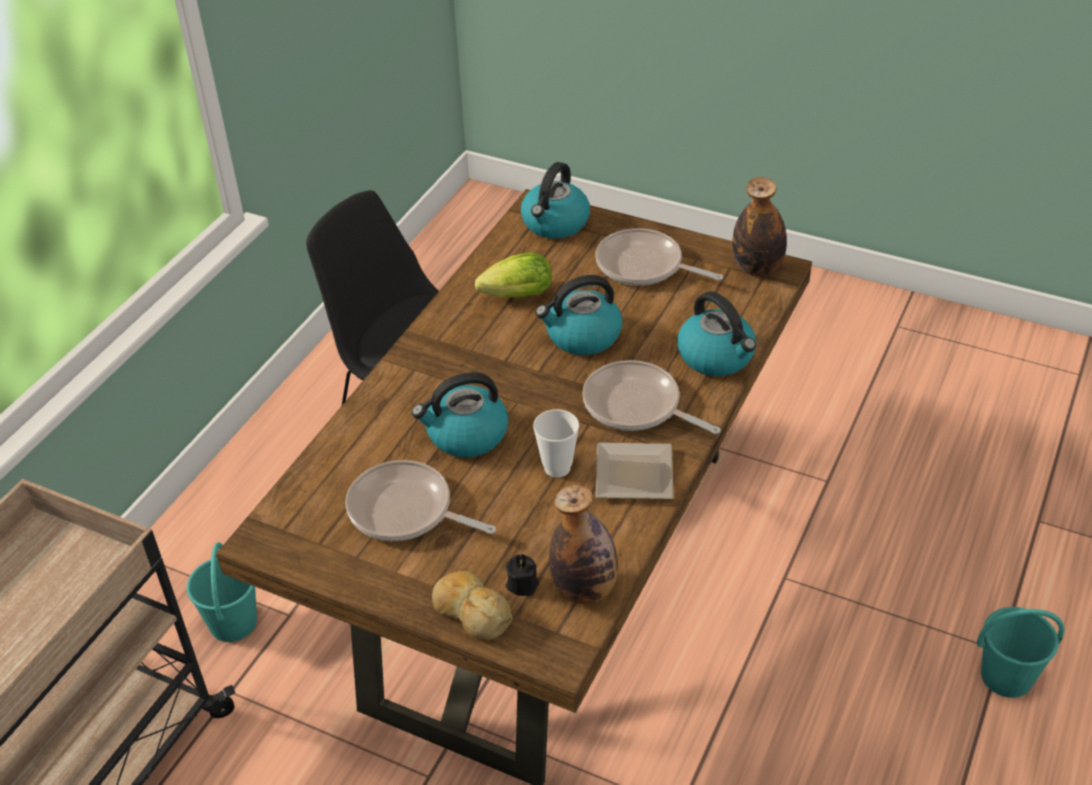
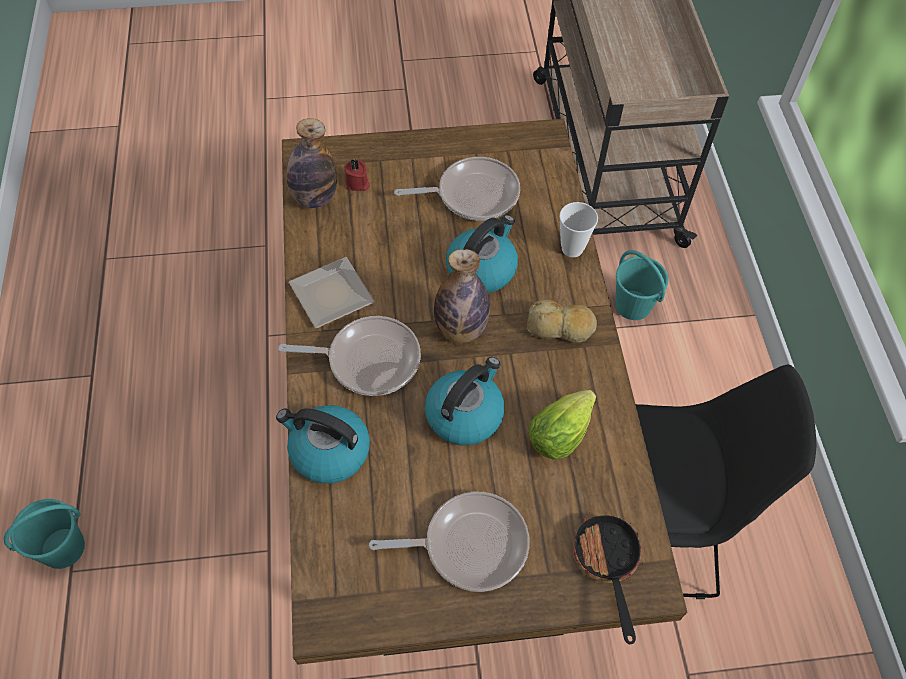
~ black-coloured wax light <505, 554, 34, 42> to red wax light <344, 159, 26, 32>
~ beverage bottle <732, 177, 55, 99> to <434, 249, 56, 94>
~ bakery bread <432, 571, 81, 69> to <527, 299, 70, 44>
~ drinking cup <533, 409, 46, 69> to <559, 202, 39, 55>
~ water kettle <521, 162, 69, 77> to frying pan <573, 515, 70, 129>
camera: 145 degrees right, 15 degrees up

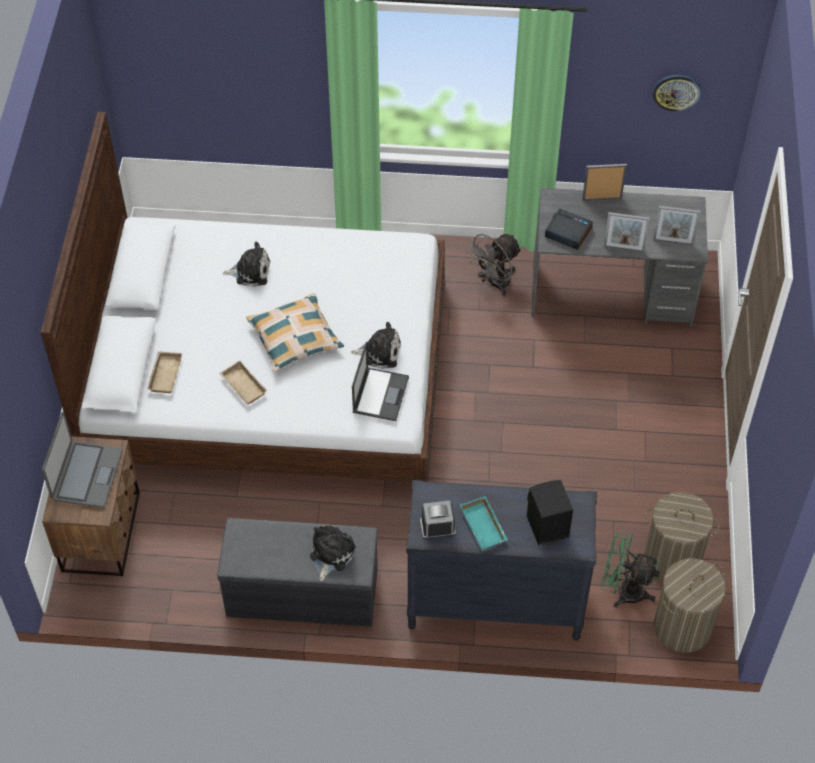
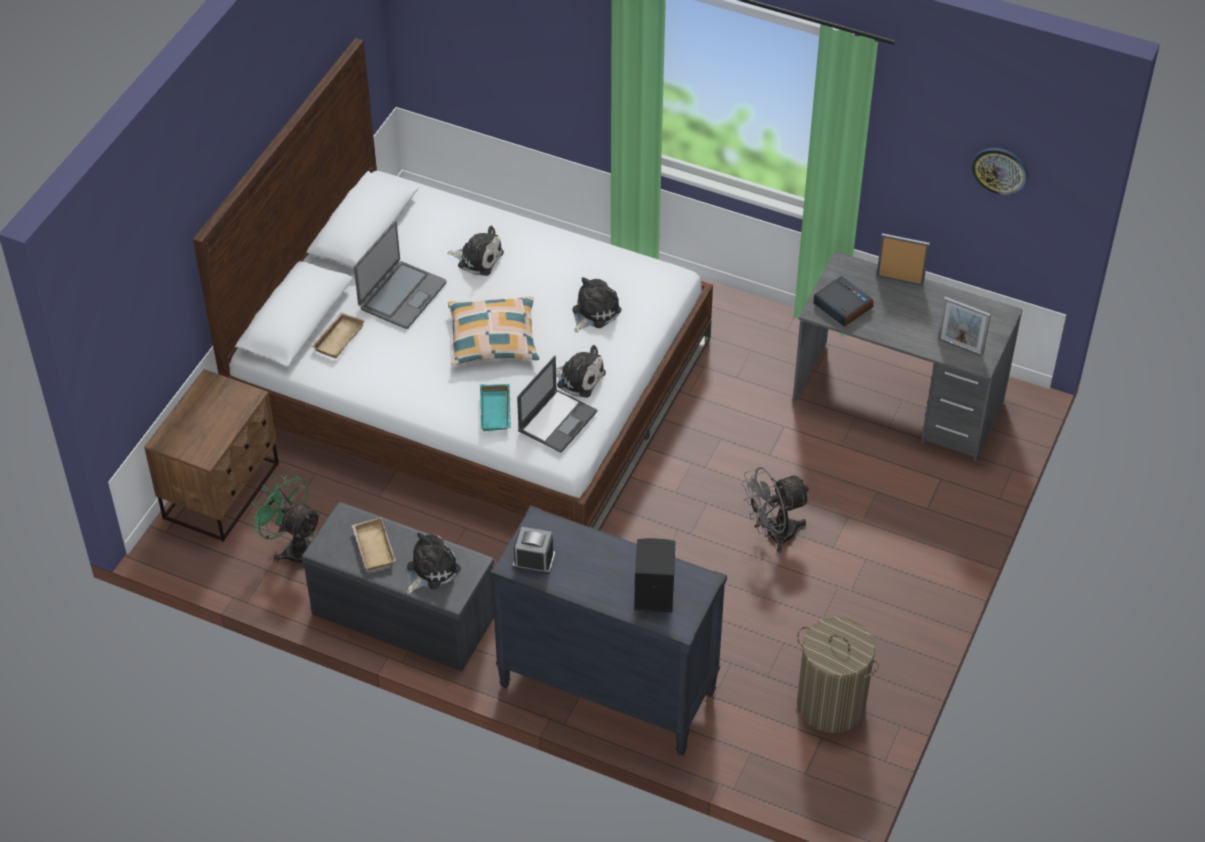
~ greenish electric fan <601, 531, 59, 77> to <248, 473, 73, 90>
~ sand-coloured serving tray <219, 361, 48, 43> to <352, 517, 44, 53>
~ notebook computer <42, 412, 80, 96> to <354, 221, 93, 108>
~ blue-green serving tray <460, 496, 48, 54> to <480, 384, 31, 48>
+ soft toy <572, 277, 50, 56>
~ greyish electric fan <465, 234, 57, 62> to <741, 467, 70, 86>
- photo frame <604, 212, 46, 40>
- hamper <653, 558, 73, 95>
camera: 20 degrees right, 5 degrees down

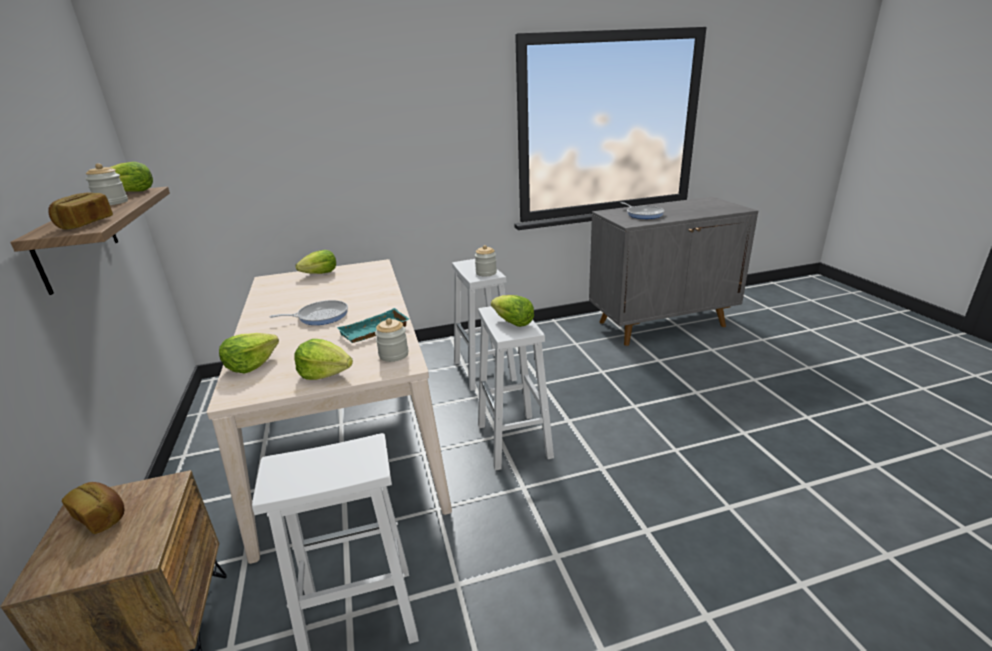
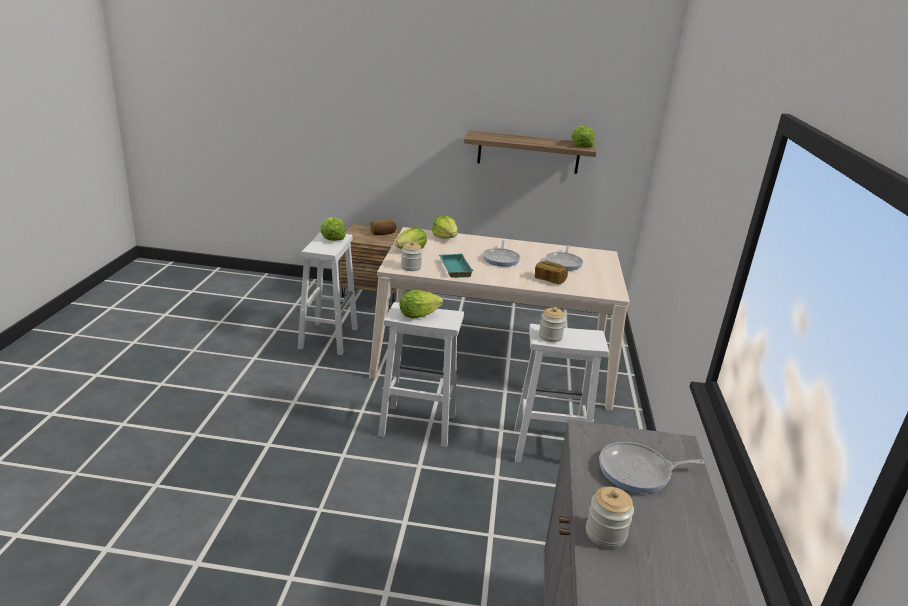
~ lettuce head <295, 250, 41, 24> to <320, 217, 26, 24>
~ bakery bread <48, 193, 65, 37> to <535, 261, 33, 23>
+ frying pan <545, 245, 38, 26>
~ jar <86, 163, 42, 42> to <586, 487, 48, 62>
camera: 110 degrees right, 0 degrees up

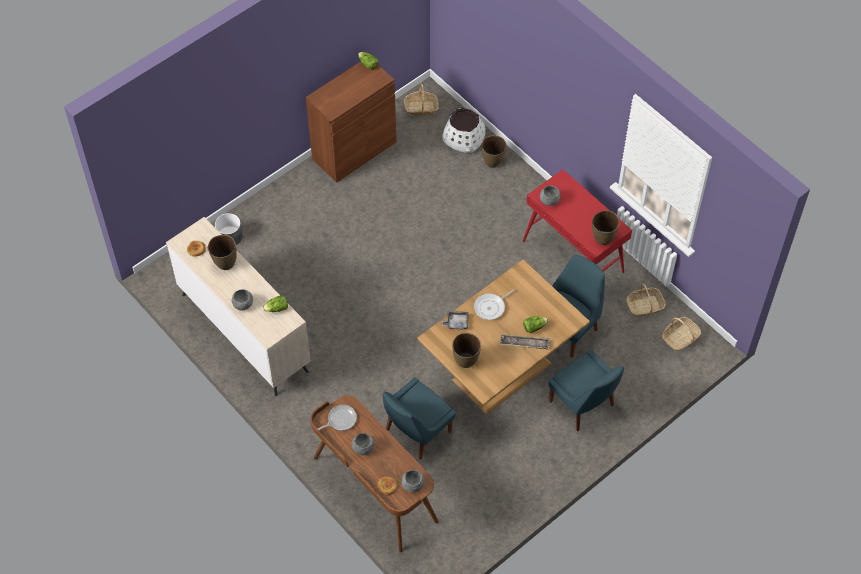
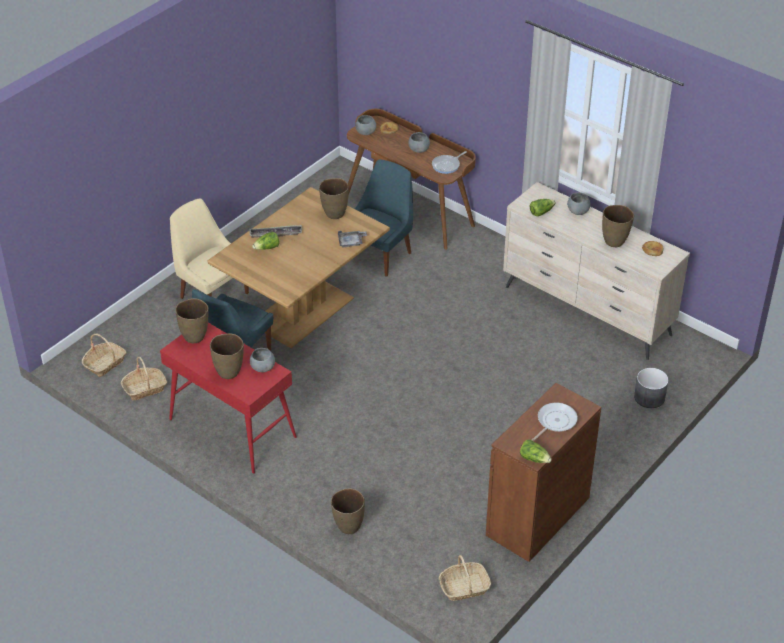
~ blue-coloured plain chair <548, 350, 76, 81> to sand-coloured plain chair <170, 198, 79, 101>
+ brown-coloured vase <210, 333, 34, 46>
~ frying pan <474, 289, 41, 31> to <532, 403, 46, 38>
- white flower pot <442, 108, 44, 45>
camera: 170 degrees right, 15 degrees down

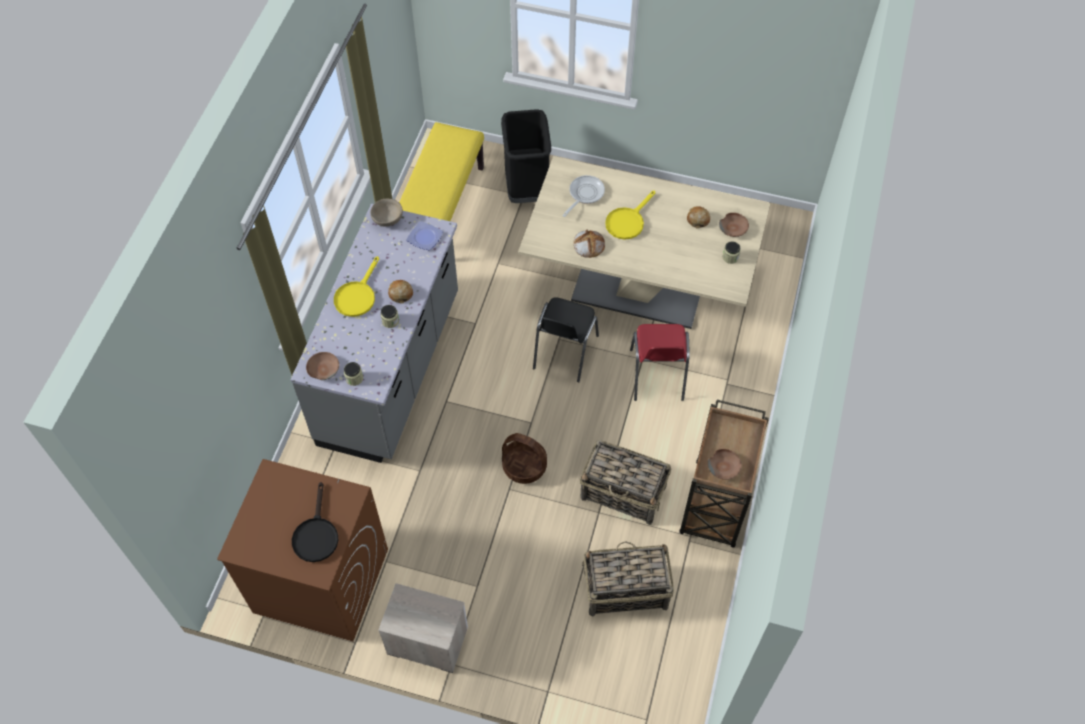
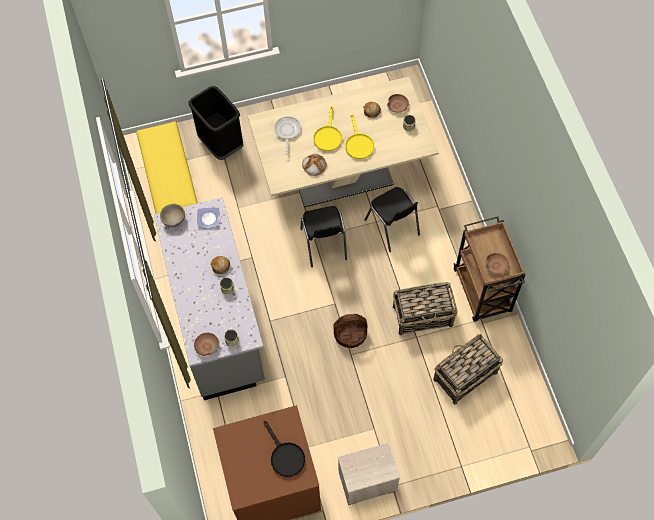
~ yellow-coloured frying pan <334, 256, 45, 61> to <345, 114, 29, 45>
~ red plain chair <630, 324, 60, 77> to black-coloured plain chair <365, 187, 55, 65>
camera: 30 degrees left, 5 degrees up

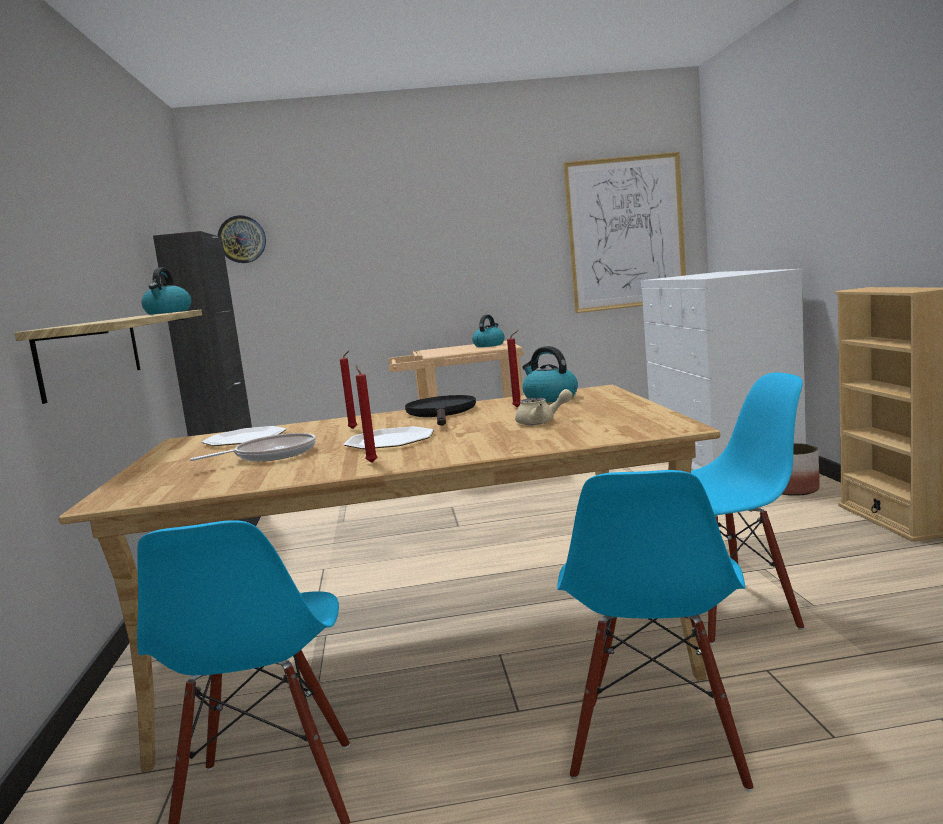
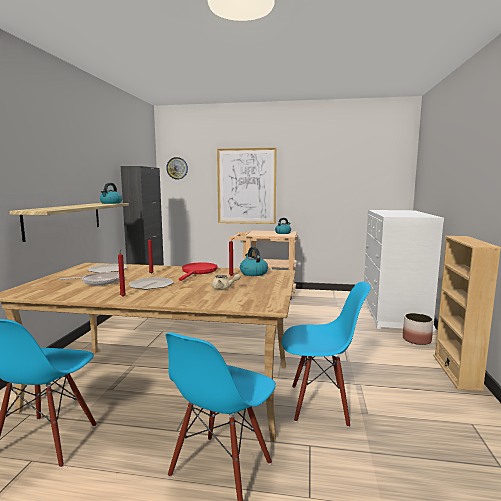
~ black-coloured frying pan <405, 395, 71, 31> to red frying pan <179, 263, 38, 18>
~ picture <563, 152, 123, 161> to <217, 148, 60, 76>
camera: 15 degrees right, 0 degrees up

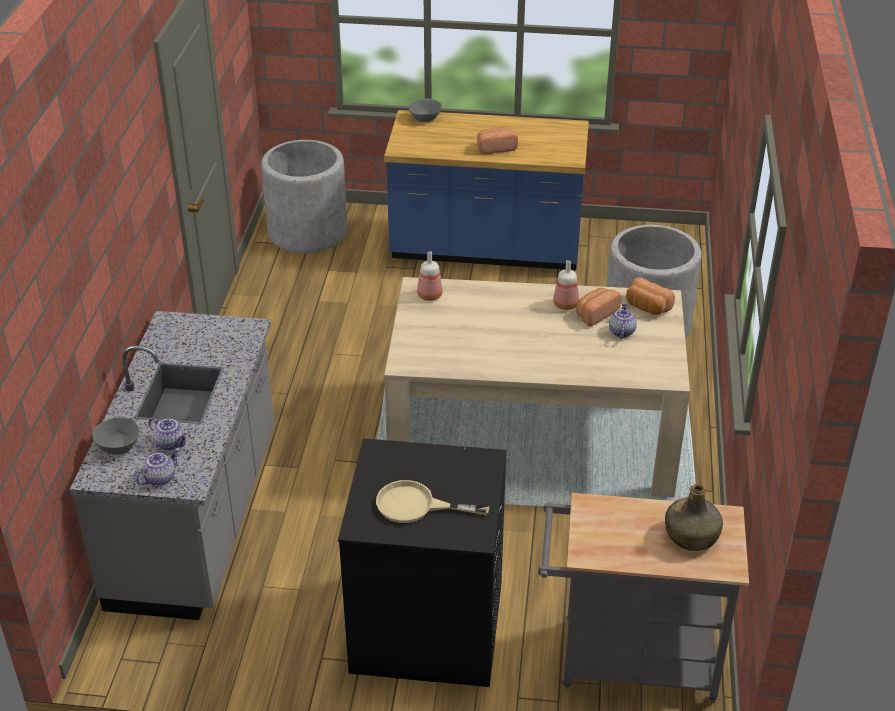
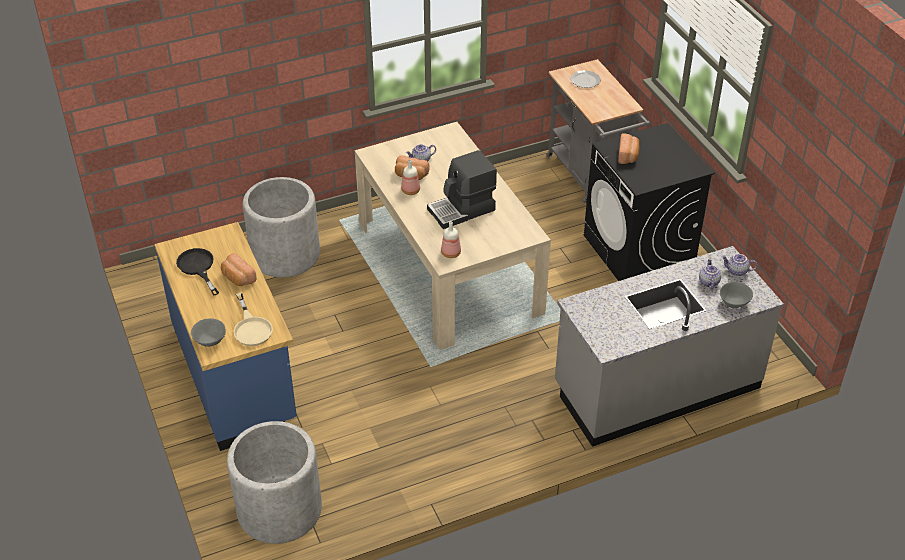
+ black-coloured frying pan <176, 248, 43, 48>
~ sand-coloured frying pan <376, 480, 113, 43> to <234, 293, 39, 53>
+ coffee maker <427, 150, 70, 79>
~ greenish beverage bottle <665, 484, 58, 67> to flat dish <570, 70, 31, 18>
~ bakery bread <626, 277, 49, 38> to <618, 133, 22, 31>
camera: 120 degrees left, 5 degrees up

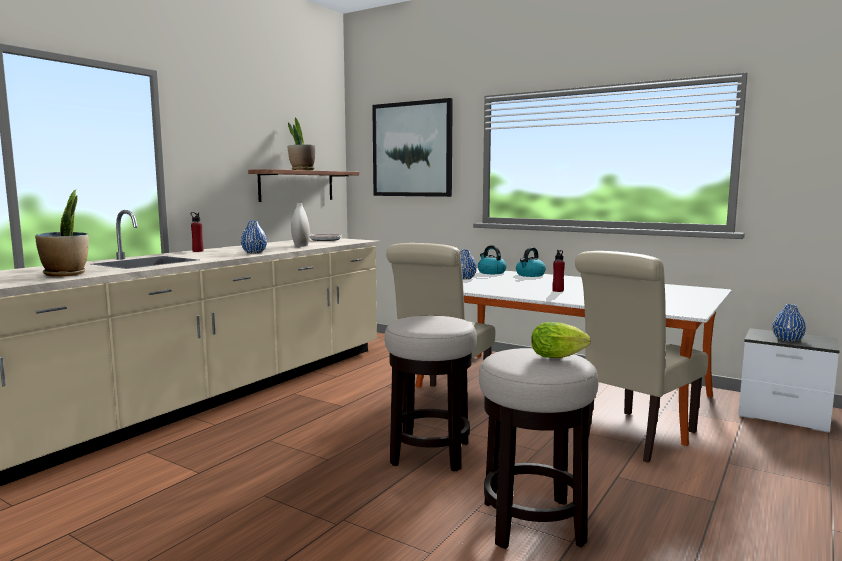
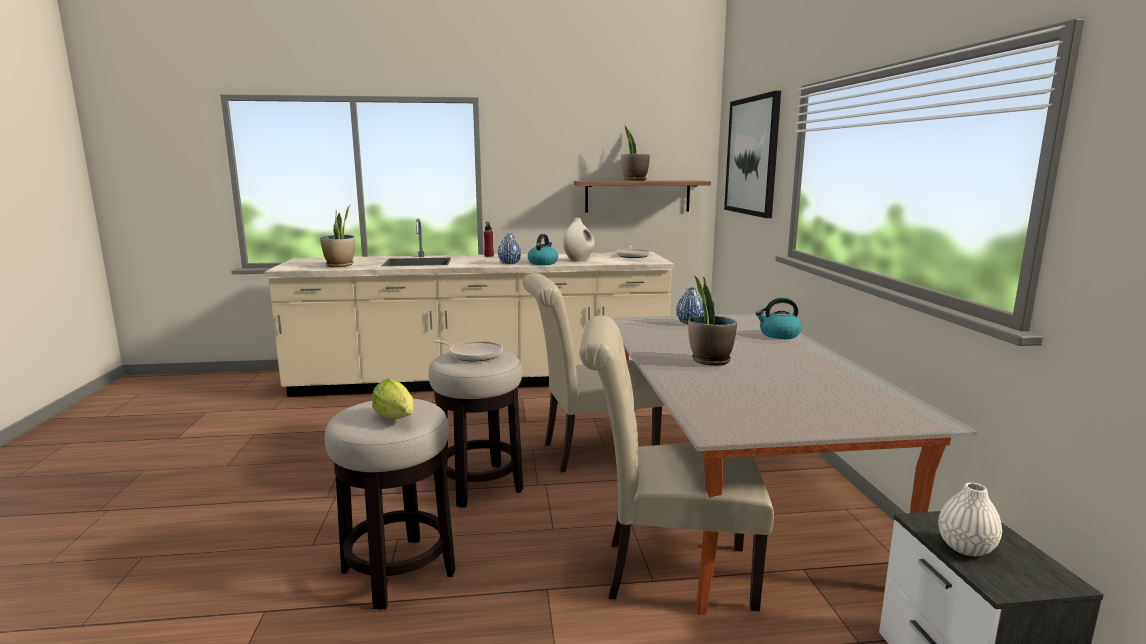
+ frying pan <432, 340, 71, 22>
~ water kettle <478, 245, 29, 29> to <528, 234, 30, 31>
~ red beverage bottle <552, 250, 13, 42> to houseplant <688, 276, 49, 90>
~ blue-coloured vase <772, 304, 34, 38> to white vase <938, 483, 64, 73>
camera: 50 degrees right, 5 degrees up

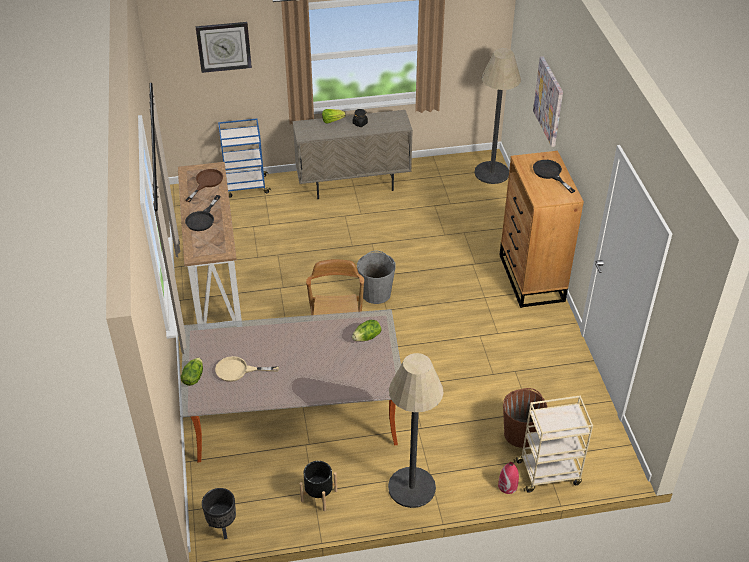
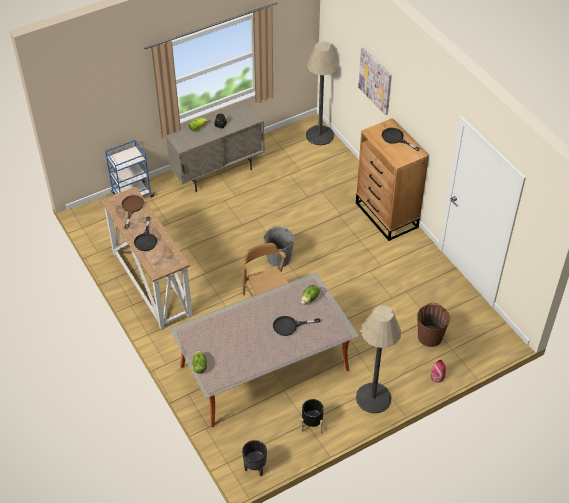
+ black-coloured frying pan <273, 316, 47, 20>
- wall clock <195, 22, 57, 51>
- sand-coloured frying pan <215, 356, 64, 26>
- sand-coloured cart <514, 396, 79, 97>
camera: 20 degrees left, 5 degrees up

